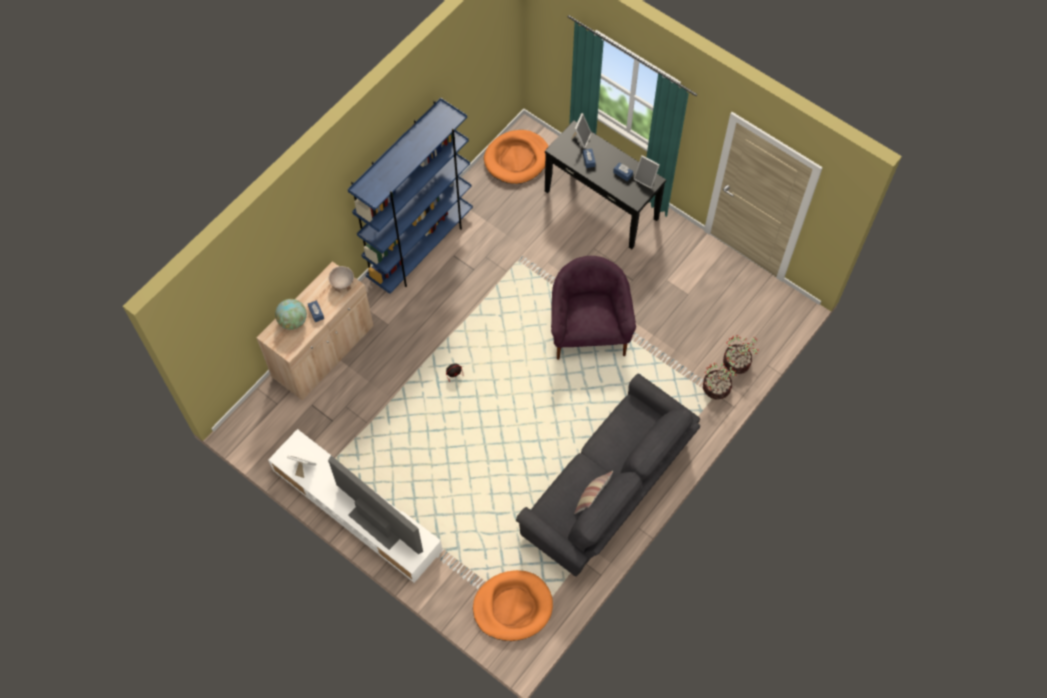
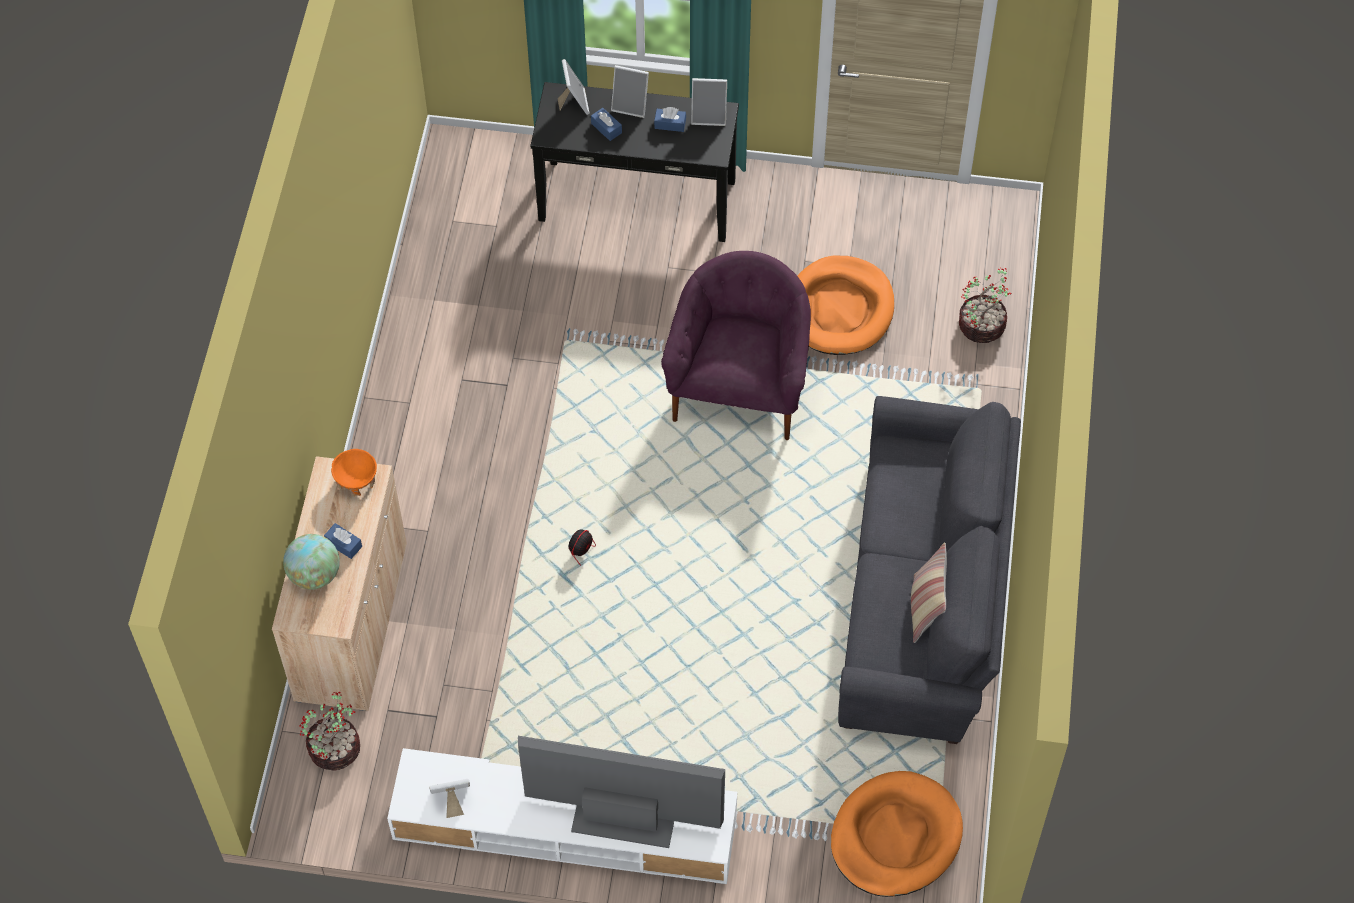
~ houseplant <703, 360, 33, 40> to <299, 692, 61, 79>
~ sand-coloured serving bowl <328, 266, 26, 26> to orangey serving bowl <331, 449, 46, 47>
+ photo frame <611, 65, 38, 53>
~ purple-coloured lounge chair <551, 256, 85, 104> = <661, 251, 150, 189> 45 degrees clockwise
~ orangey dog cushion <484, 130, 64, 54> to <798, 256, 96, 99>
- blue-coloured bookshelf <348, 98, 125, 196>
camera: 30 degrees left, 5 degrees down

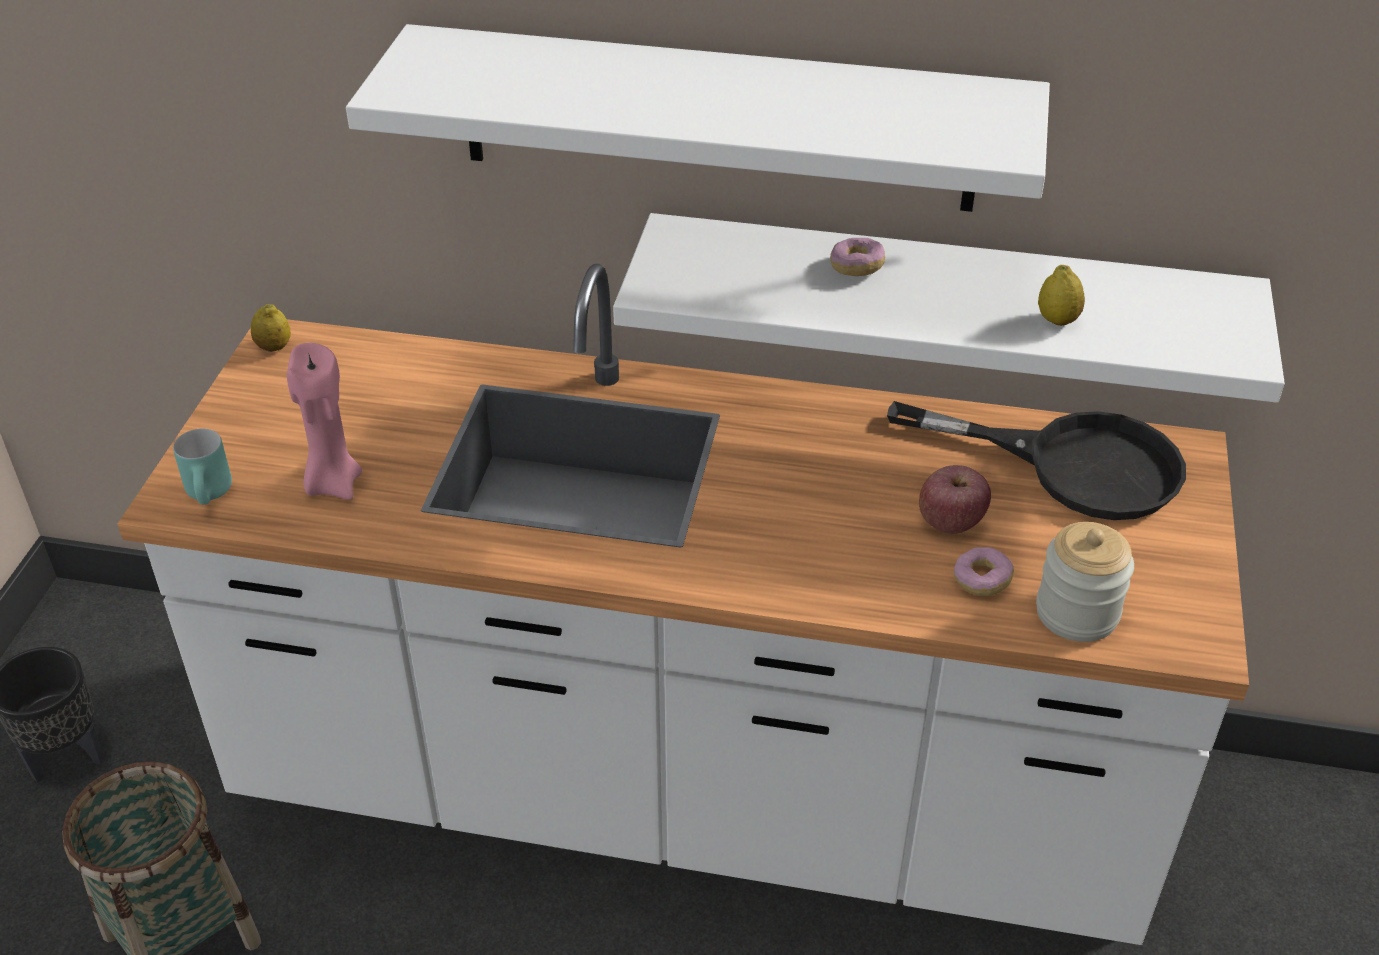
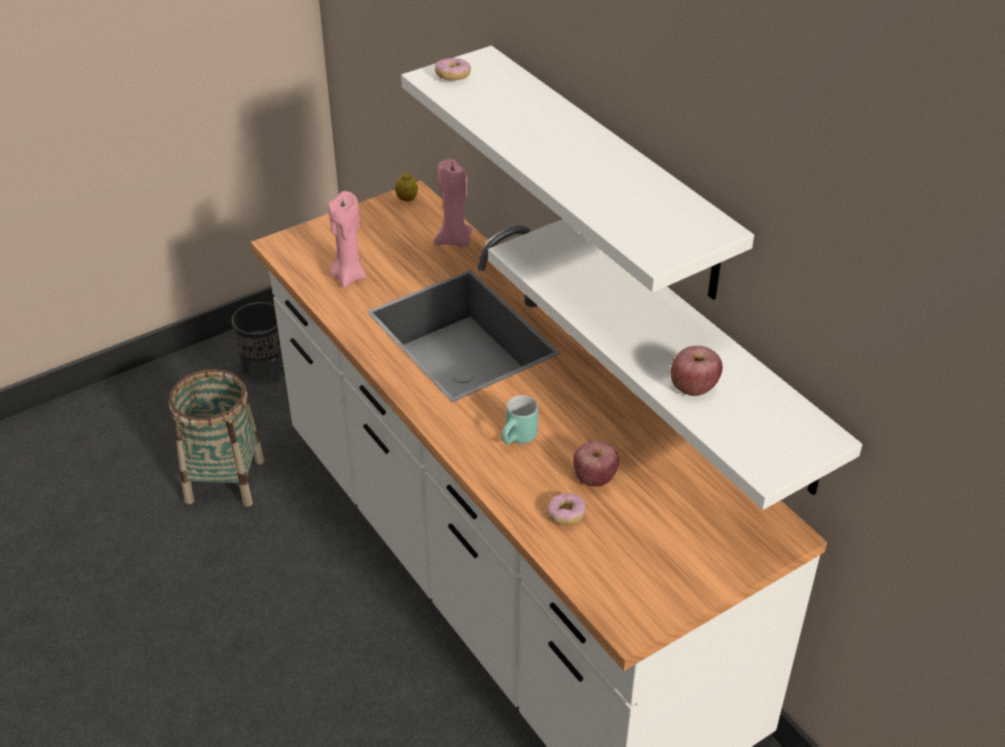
+ pink-coloured wax light <434, 159, 39, 88>
~ doughnut <830, 238, 55, 38> to <435, 58, 36, 22>
~ blue-green tea mug <173, 429, 59, 76> to <502, 395, 36, 49>
~ citrus fruit <1038, 265, 47, 61> to apple fruit <670, 346, 53, 50>
- black-coloured frying pan <887, 401, 299, 119>
- jar <1036, 522, 98, 120>
camera: 45 degrees right, 0 degrees up

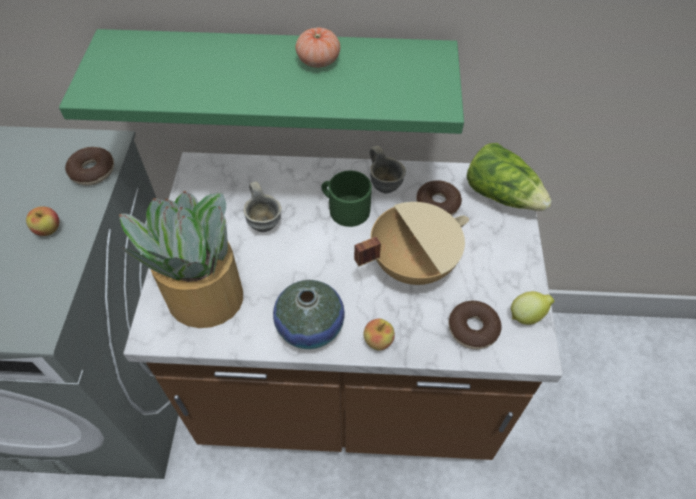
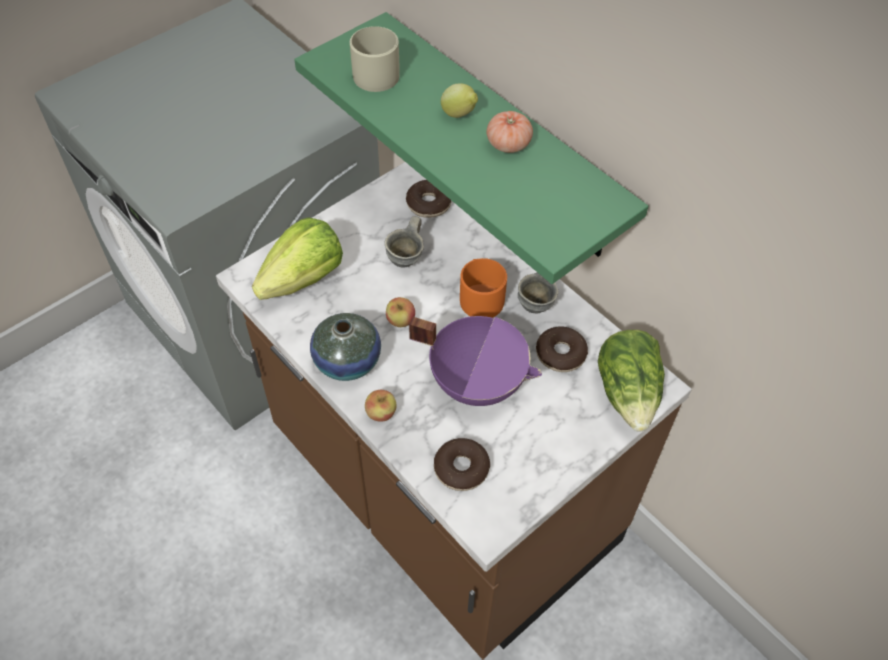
~ houseplant <119, 191, 124, 137> to lettuce head <252, 217, 91, 83>
+ sand-coloured tea mug <350, 26, 50, 66>
~ apple fruit <26, 206, 33, 30> to <386, 297, 29, 30>
~ doughnut <65, 147, 49, 38> to <406, 180, 46, 38>
~ sand-coloured stockpot <354, 202, 115, 83> to purple-coloured stockpot <409, 316, 133, 90>
~ citrus fruit <511, 291, 43, 34> to <441, 83, 37, 35>
~ greenish tea mug <322, 171, 50, 56> to orangey tea mug <460, 258, 47, 60>
camera: 45 degrees right, 0 degrees up

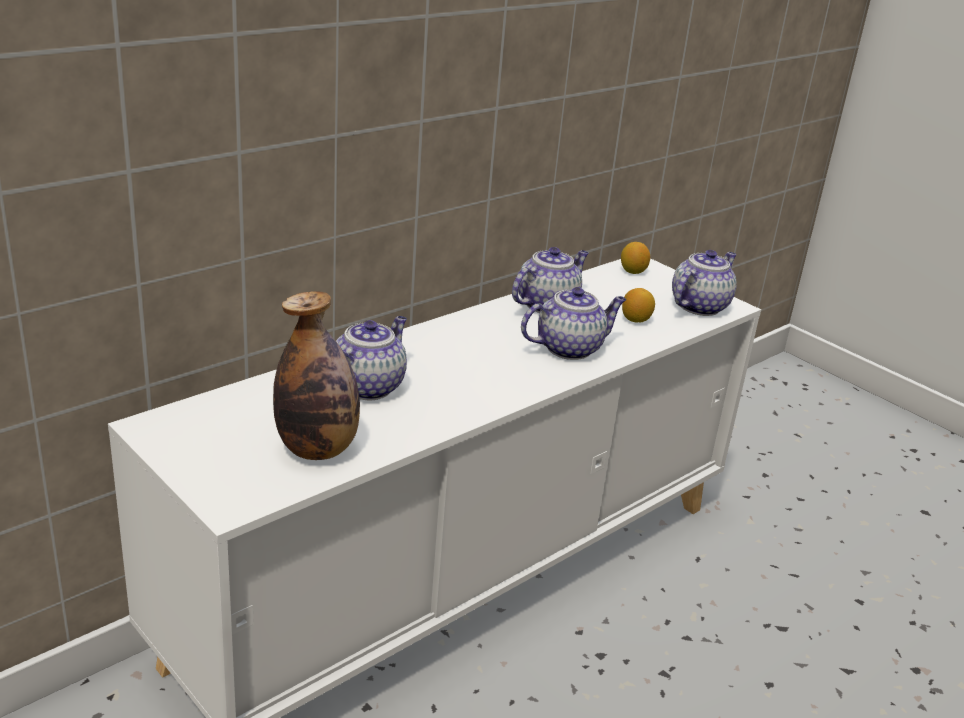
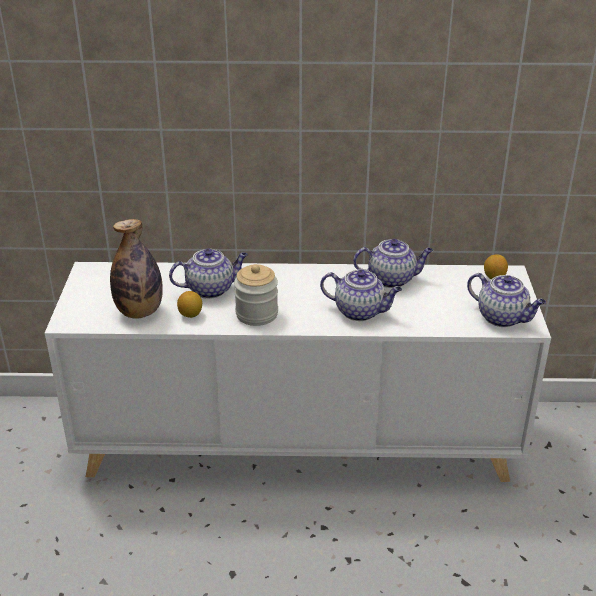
~ citrus fruit <622, 288, 33, 34> to <177, 291, 25, 27>
+ jar <234, 264, 44, 62>
~ teapot <672, 250, 65, 66> = <467, 273, 79, 54> 45 degrees clockwise
camera: 45 degrees right, 5 degrees up

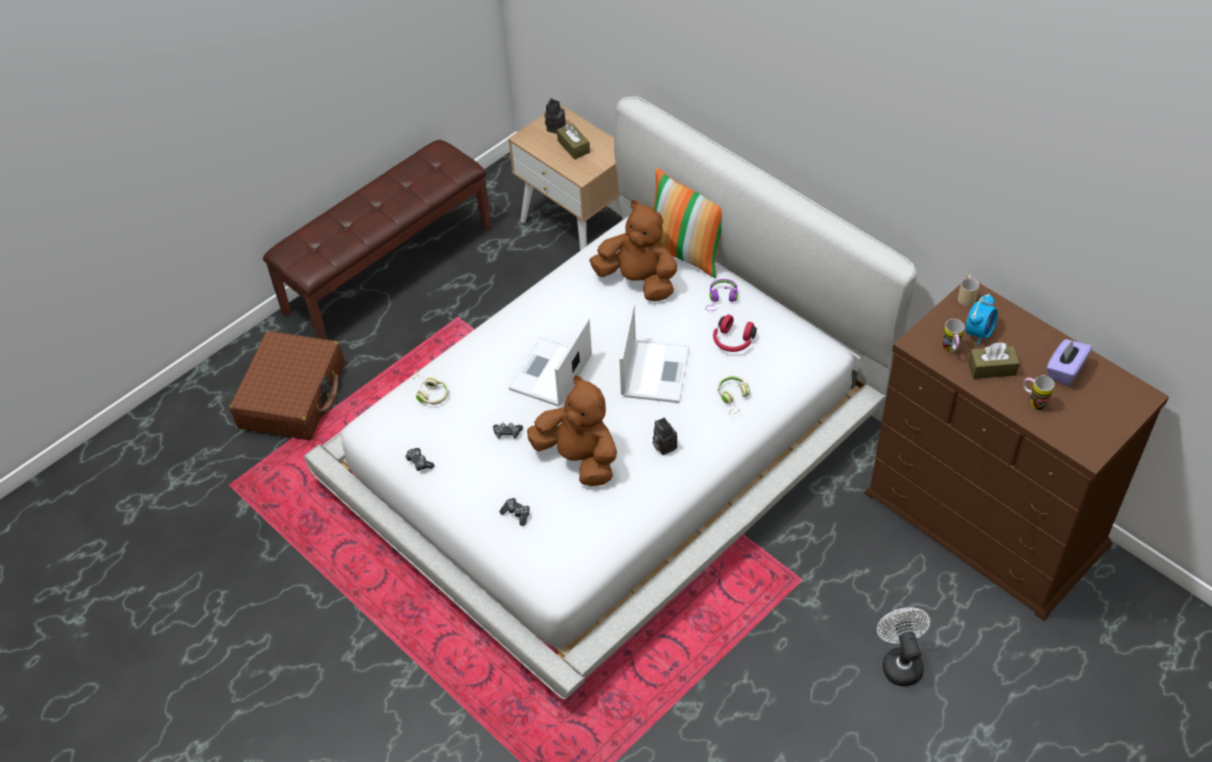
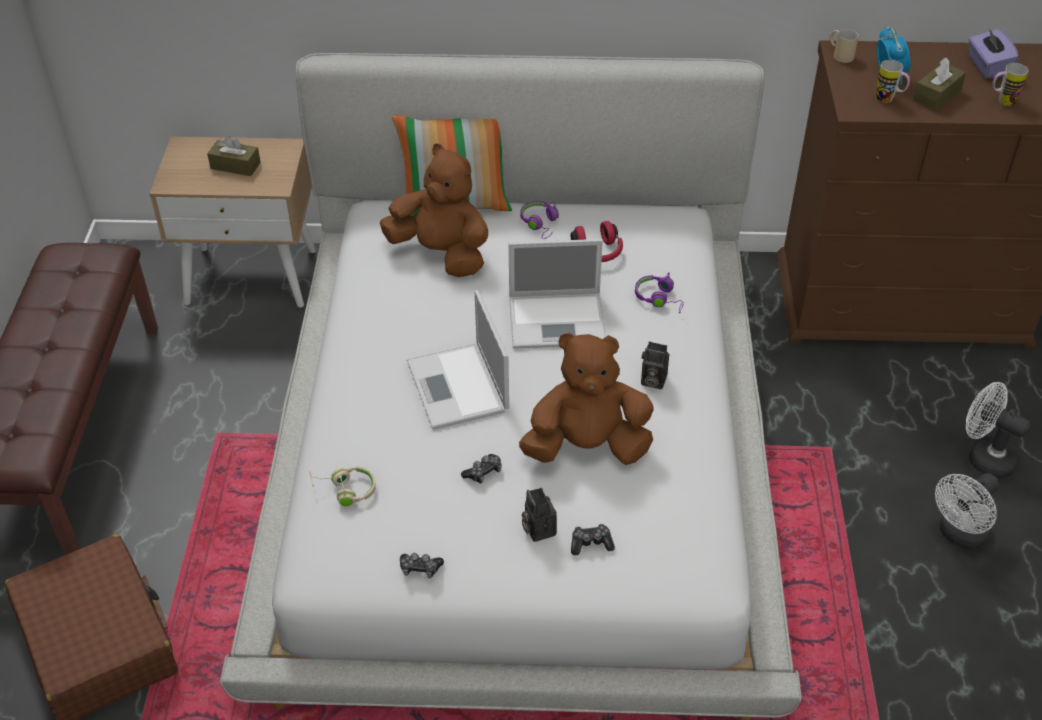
~ brown-coloured soft toy <589, 200, 88, 101> = <380, 143, 108, 134> 45 degrees clockwise
~ notebook computer <619, 304, 70, 99> = <509, 239, 97, 110> 120 degrees clockwise
~ photo camera <544, 98, 22, 36> to <522, 488, 35, 54>
~ sand-coloured headset <718, 376, 32, 39> to purple-coloured headset <635, 272, 49, 41>
+ white electric fan <935, 473, 64, 76>
camera: 45 degrees left, 5 degrees down

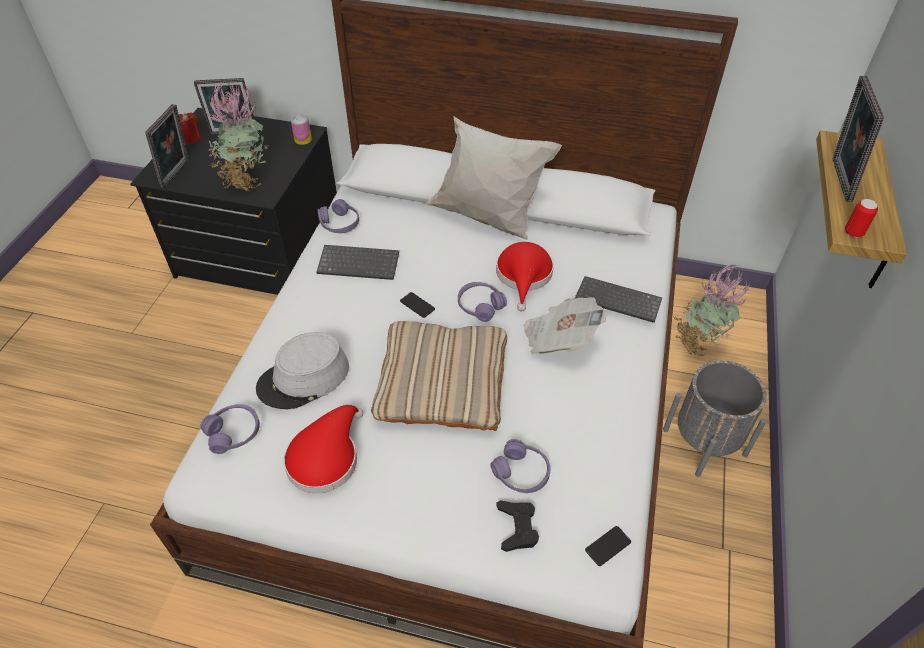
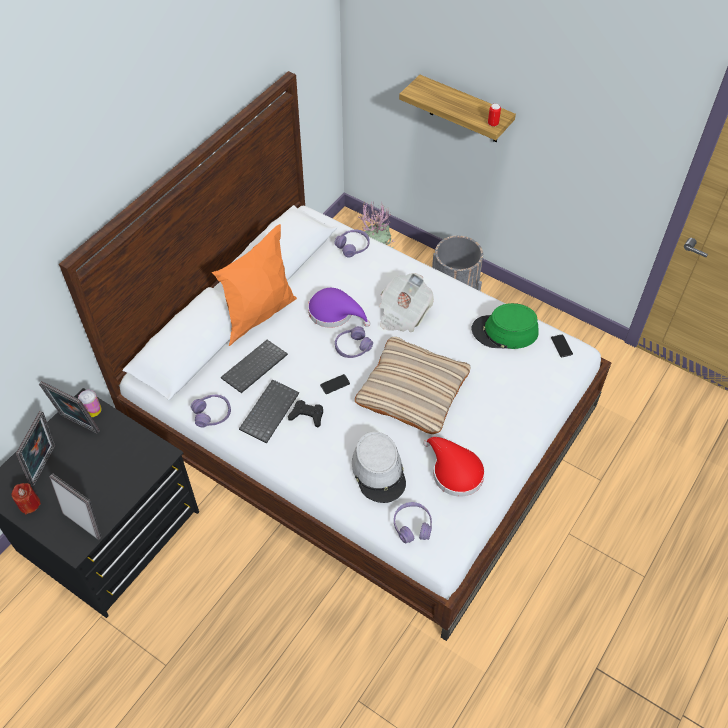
~ photo frame <833, 76, 51, 126> to <39, 381, 61, 53>
~ white pillow <426, 117, 136, 123> to orangey pillow <212, 224, 85, 122>
~ keyboard <575, 276, 87, 47> to <221, 340, 67, 53>
~ black-coloured gamepad <496, 500, 43, 52> to <288, 400, 35, 28>
~ red hat <496, 242, 58, 69> to purple-coloured hat <308, 288, 62, 40>
~ purple-coloured headset <490, 439, 61, 54> to <334, 229, 36, 28>
+ greenish hat <471, 303, 67, 46>
- houseplant <208, 80, 60, 112>
camera: 70 degrees left, 5 degrees up

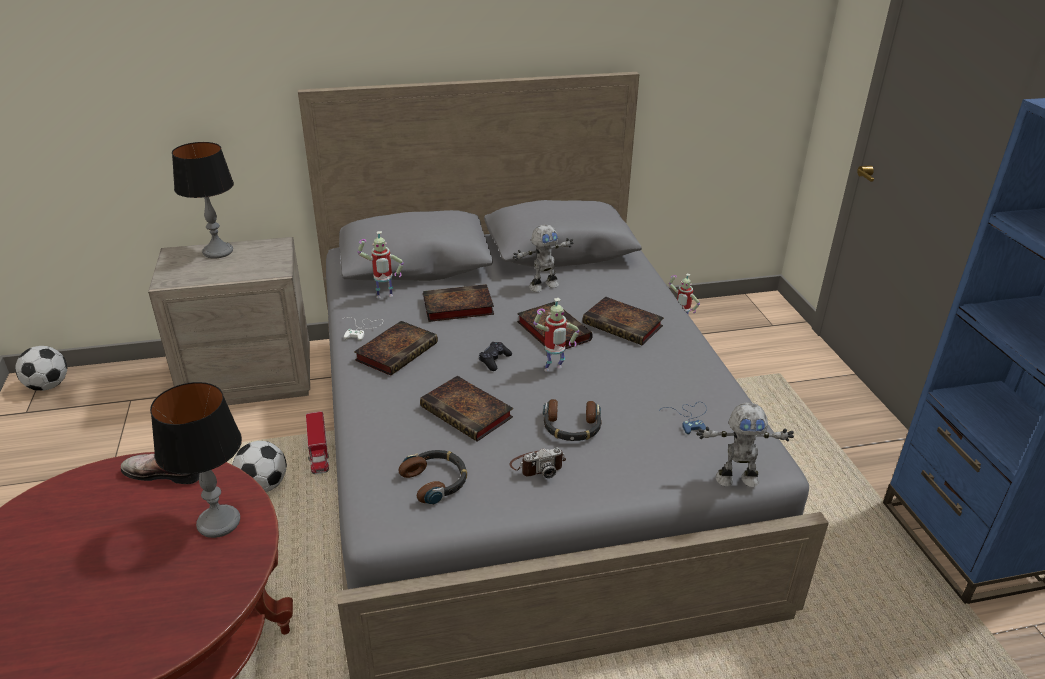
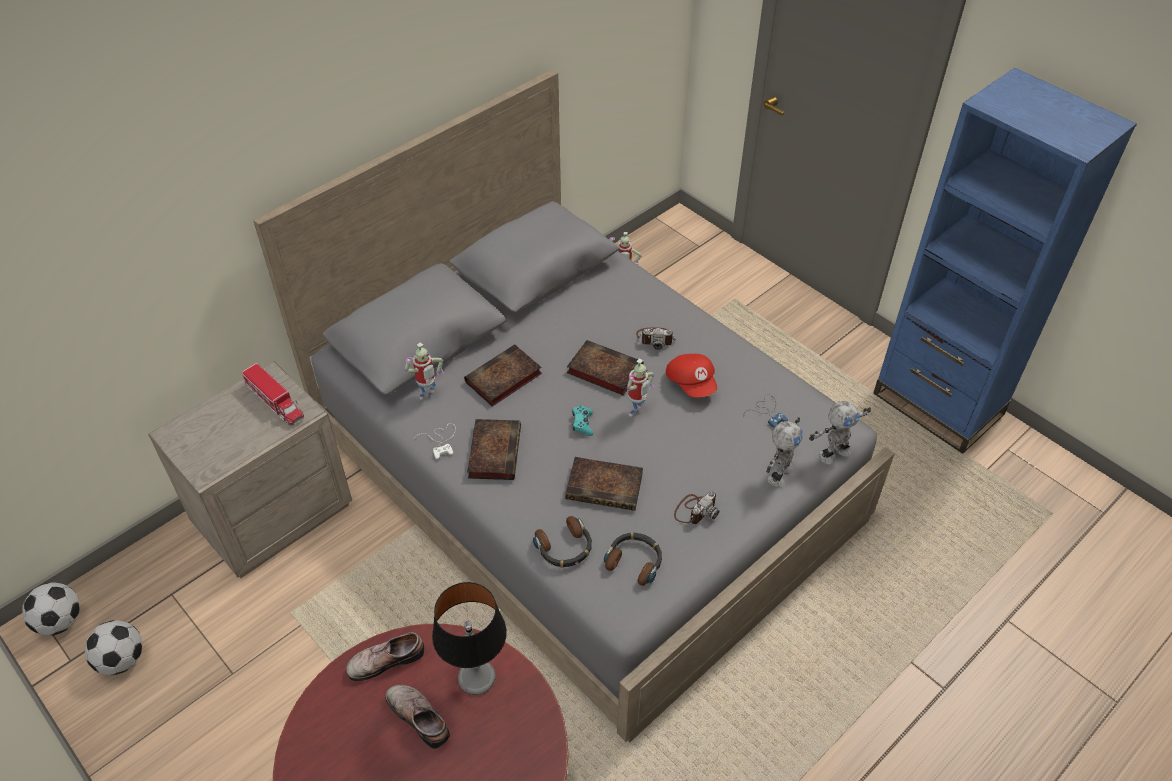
~ football <232, 441, 55, 51> to <85, 620, 57, 55>
~ toy truck <306, 411, 23, 63> to <242, 363, 62, 62>
+ item of footwear <385, 685, 65, 64>
~ headset <543, 399, 59, 42> to <533, 516, 59, 52>
~ black-coloured gamepad <479, 342, 33, 29> to blue-green gamepad <572, 405, 22, 31>
~ book <582, 297, 82, 48> to photo camera <636, 327, 40, 23>
+ red baseball cap <666, 354, 51, 43>
~ robot figure <513, 224, 61, 68> to <766, 417, 37, 70>
- table lamp <172, 142, 62, 117>
camera: 30 degrees left, 15 degrees up

